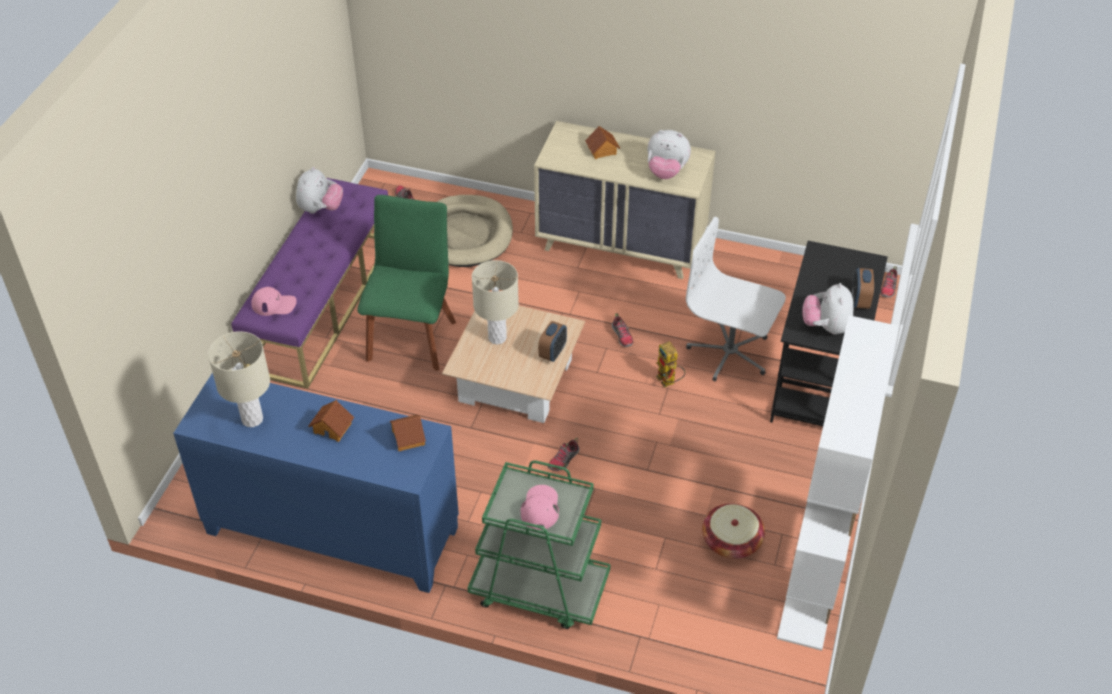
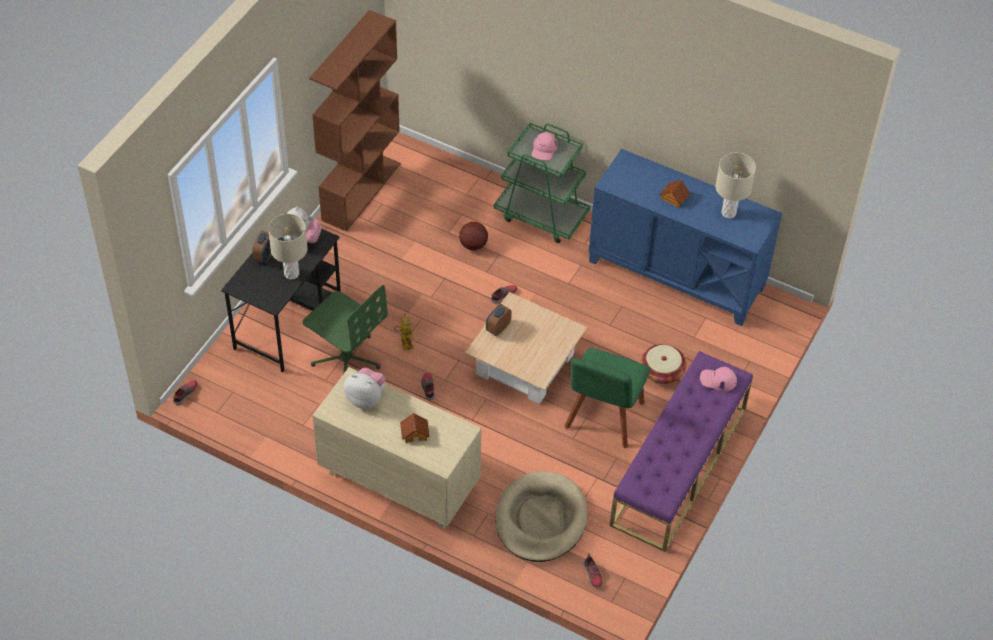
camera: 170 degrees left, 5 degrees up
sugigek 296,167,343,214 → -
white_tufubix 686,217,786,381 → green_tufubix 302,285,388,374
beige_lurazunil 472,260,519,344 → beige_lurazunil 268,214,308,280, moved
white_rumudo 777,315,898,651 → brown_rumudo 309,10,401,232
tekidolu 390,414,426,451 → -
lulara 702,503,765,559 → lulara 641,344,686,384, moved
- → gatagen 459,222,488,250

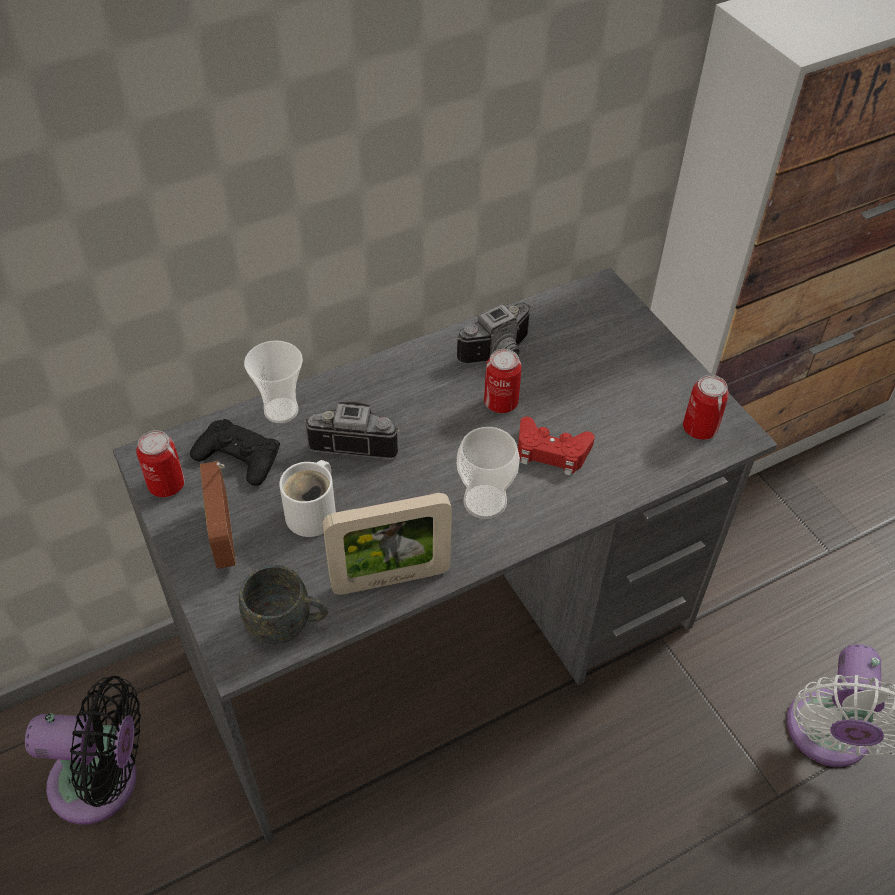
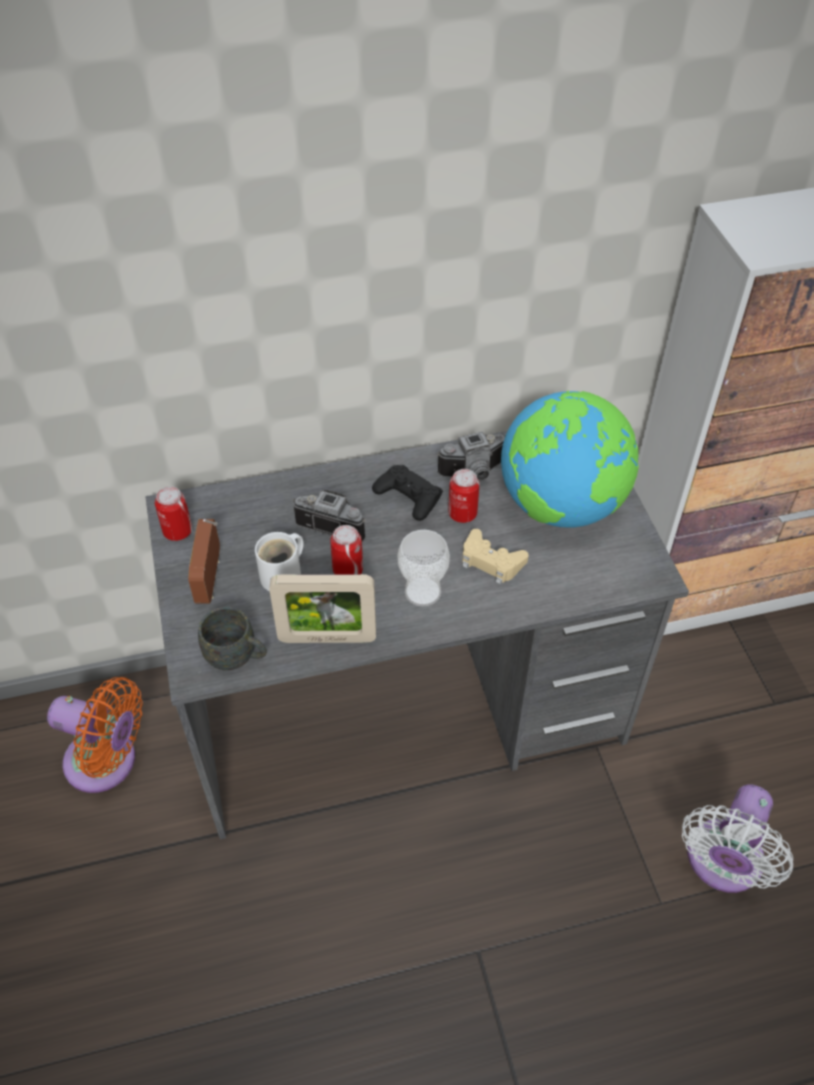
camera: 15 degrees right, 0 degrees up
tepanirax 244,340,303,423 → -
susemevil 683,375,729,440 → susemevil 330,525,363,574, moved
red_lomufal 518,417,595,476 → beige_lomufal 462,529,529,584
black_lomufal 190,419,280,486 → black_lomufal 372,465,443,521, moved
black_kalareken 25,676,141,825 → orange_kalareken 47,677,143,793
- → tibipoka 501,391,639,528

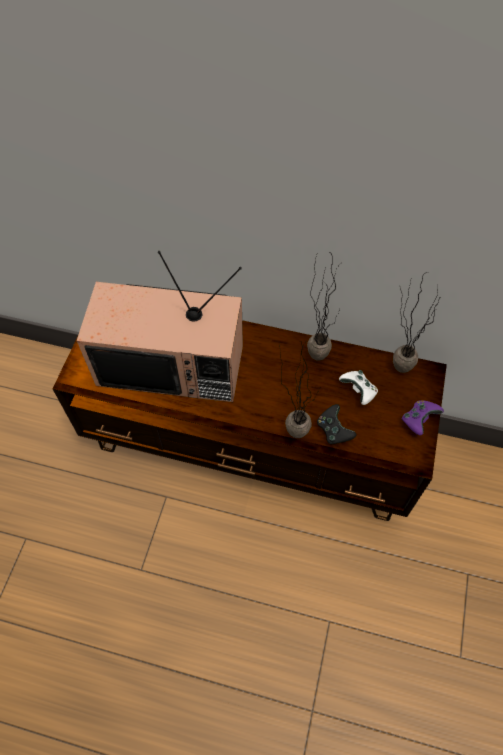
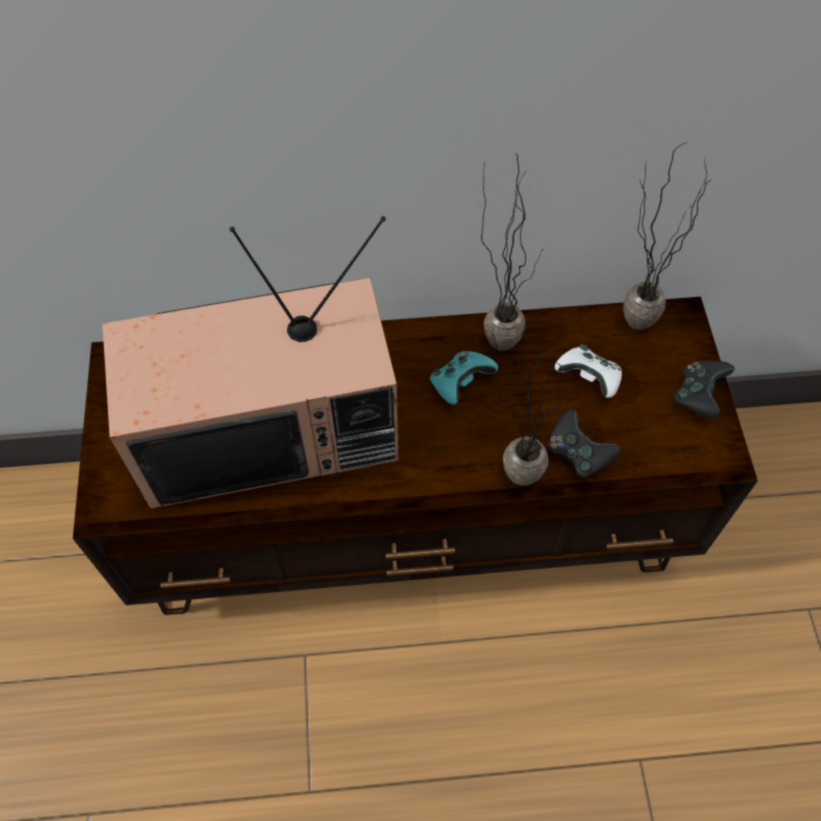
camera: 20 degrees left, 0 degrees up
purple_lomufal 402,400,444,435 → black_lomufal 674,360,735,418
- → turquoise_lomufal 430,351,498,405

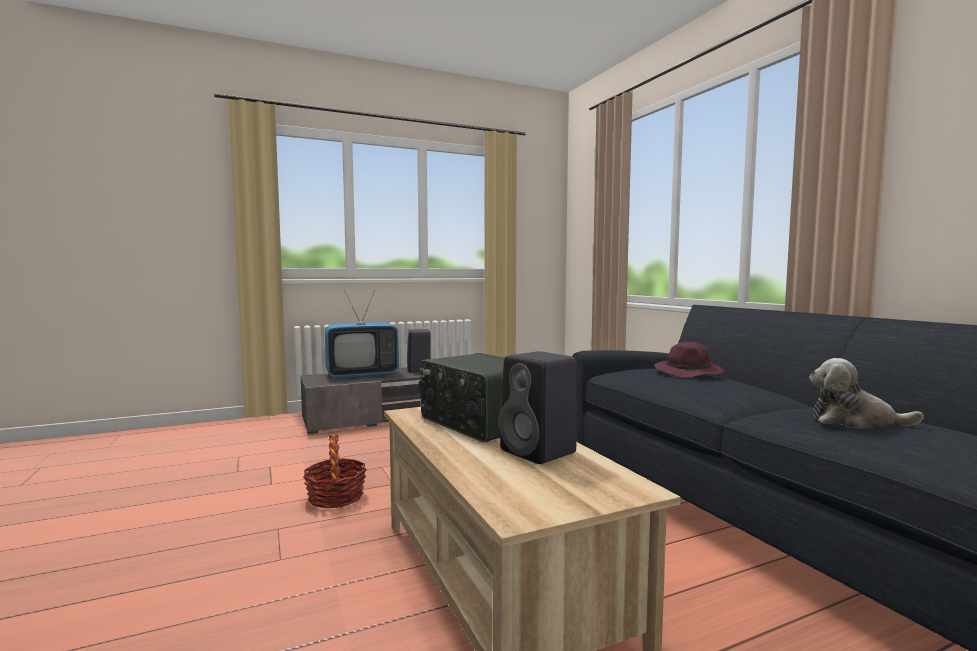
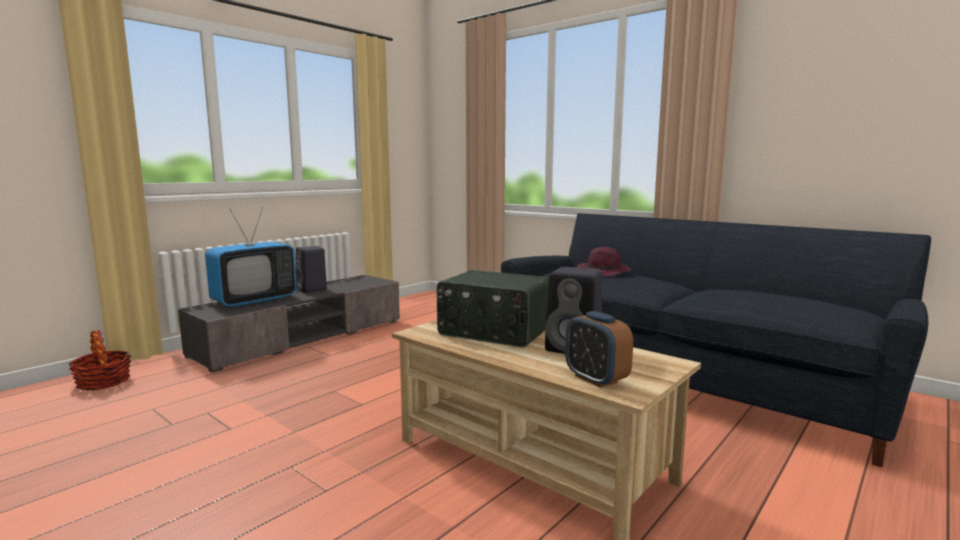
camera: 25 degrees left, 5 degrees up
sugigek 809,358,924,428 → -
lulara 303,434,366,508 → lulara 69,330,132,391, moved
- → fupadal 565,311,633,388

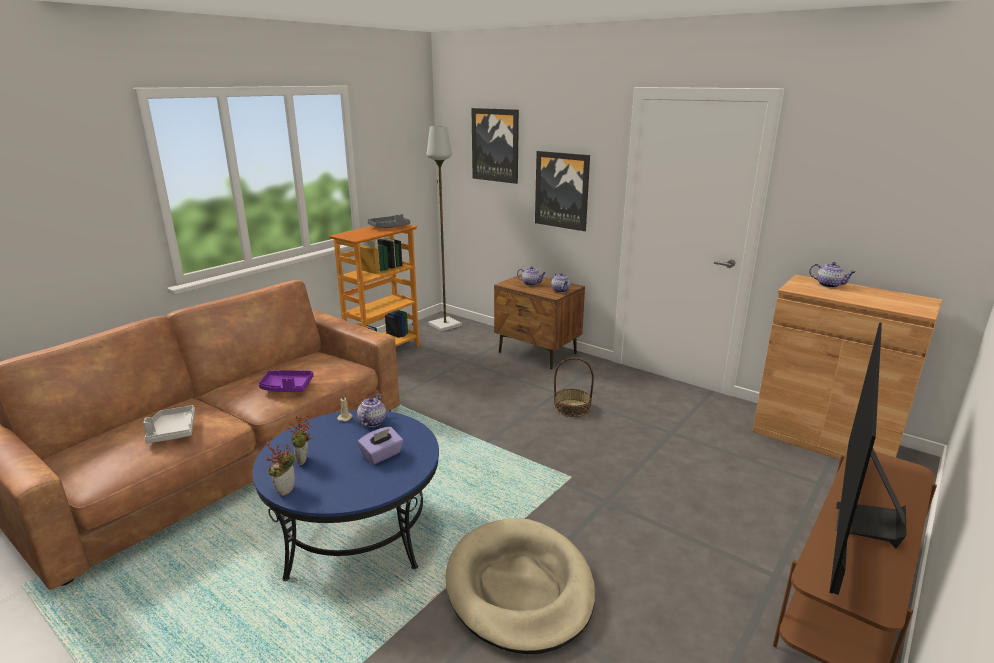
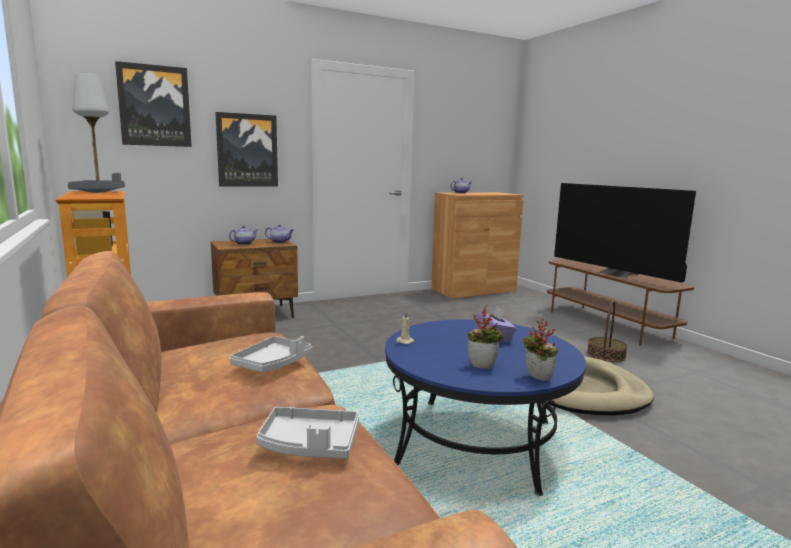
camera: 65 degrees left, 10 degrees down
lulara 554,357,594,417 → lulara 587,300,628,362, moved
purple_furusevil 259,370,314,392 → grey_furusevil 230,336,312,372
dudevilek 357,394,386,427 → -

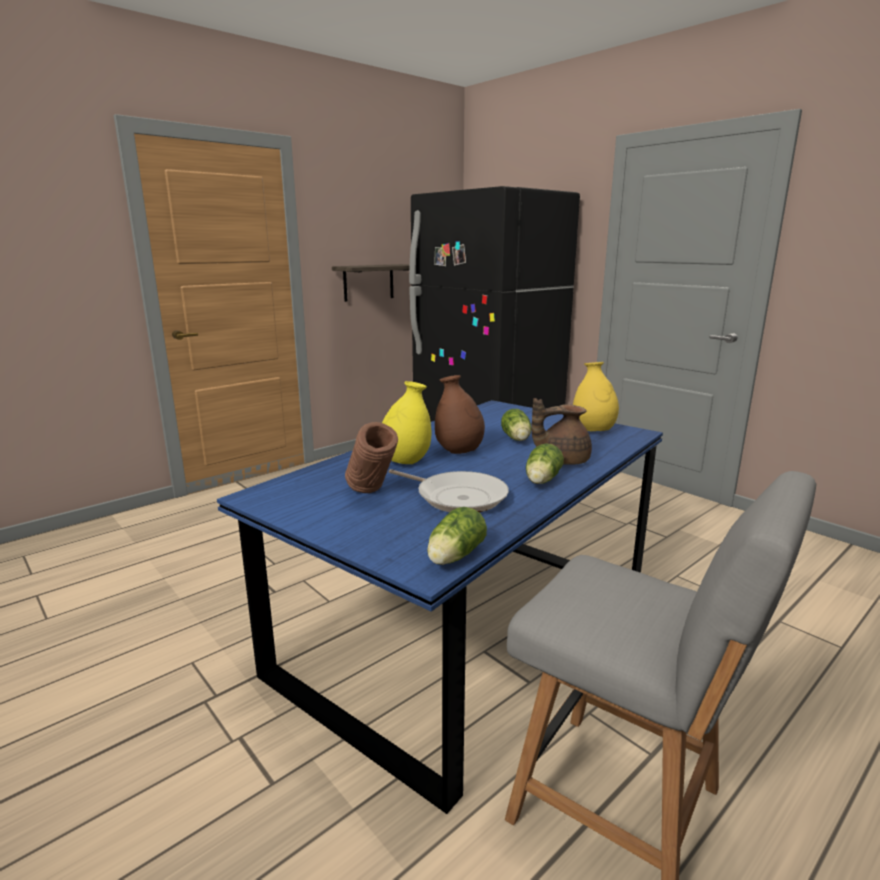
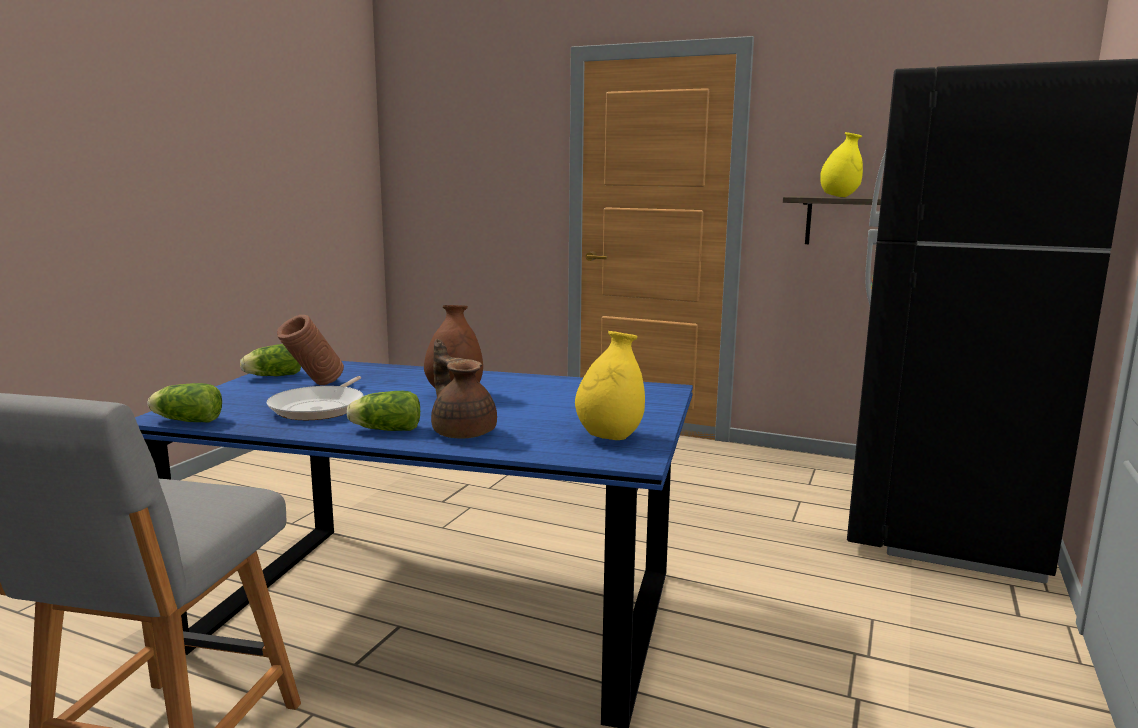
camera: 65 degrees right, 5 degrees down
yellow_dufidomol 382,381,431,464 → yellow_dufidomol 820,132,863,197, moved
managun 501,409,531,441 → managun 240,344,301,376, moved

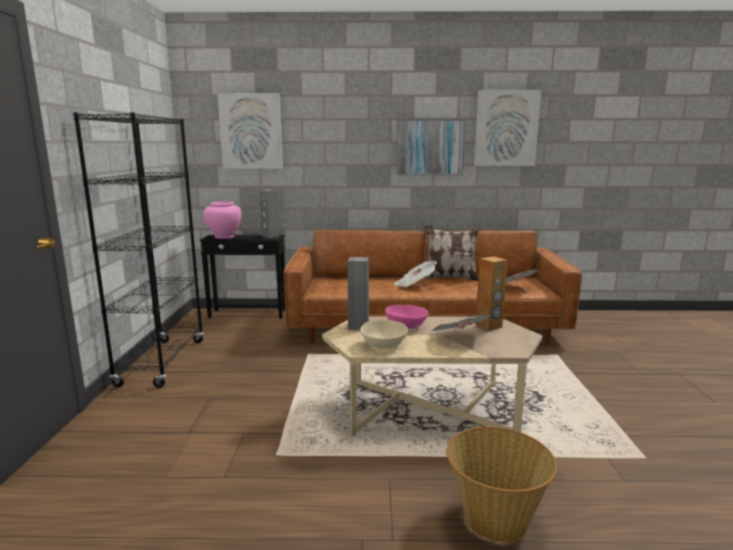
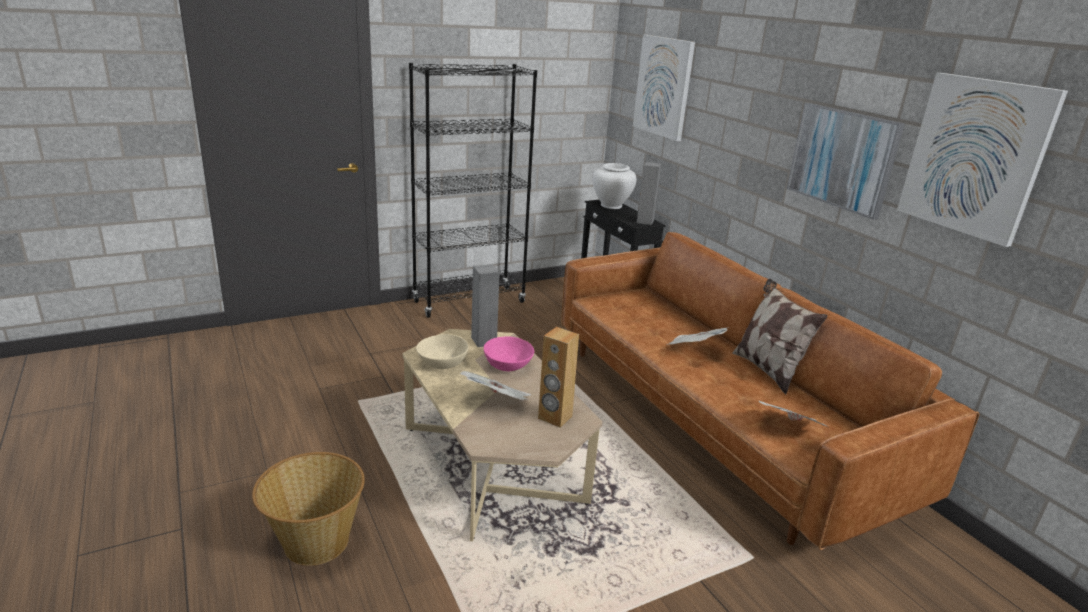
camera: 60 degrees right, 10 degrees up
pink_dufidomol 203,201,242,239 → white_dufidomol 593,163,637,209

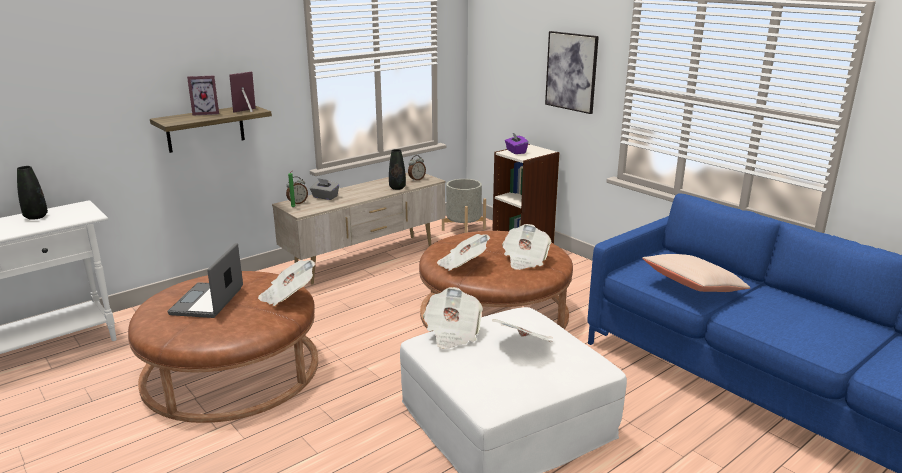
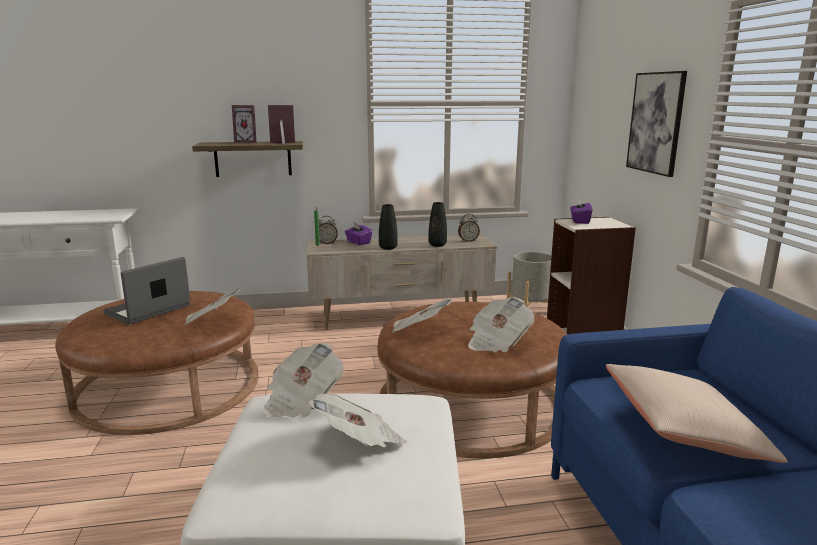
camera: 30 degrees right, 5 degrees down
black_dufidomol 17,166,48,220 → black_dufidomol 379,204,398,250, moved
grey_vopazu 310,178,339,200 → purple_vopazu 345,222,372,245

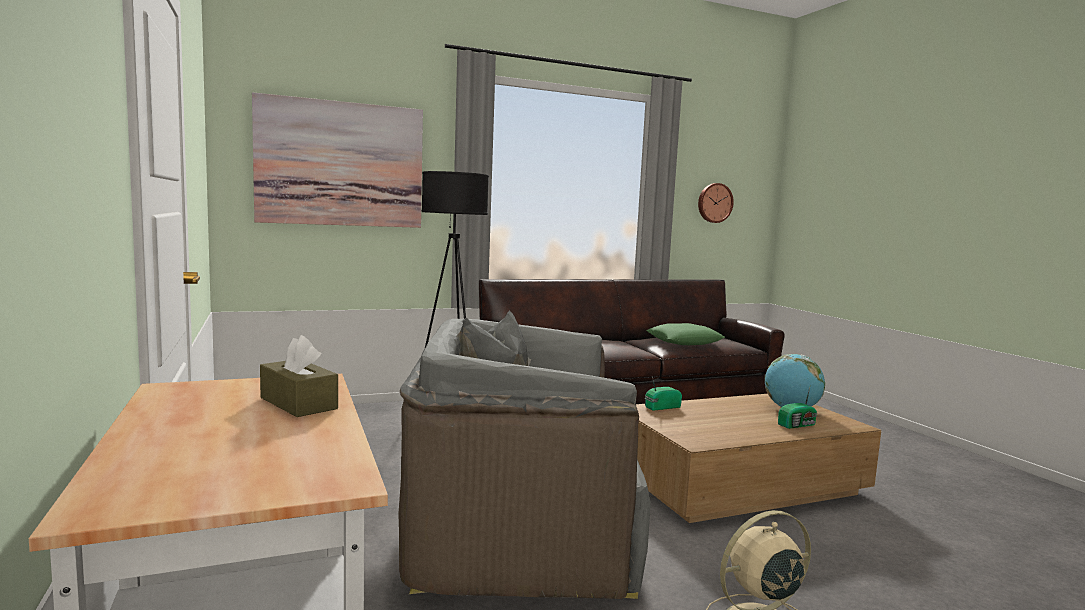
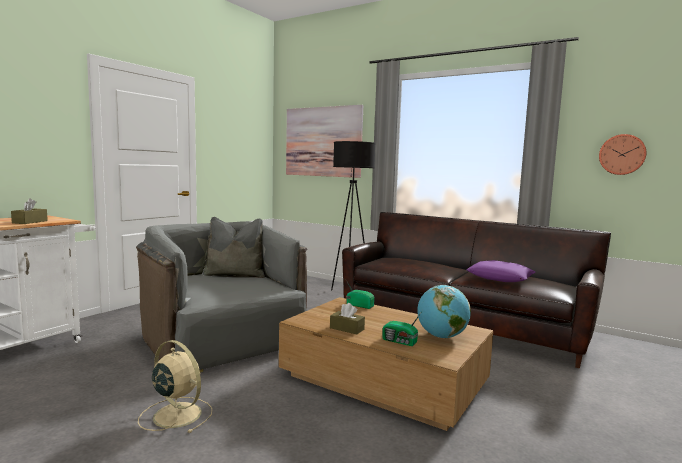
camera: 55 degrees right, 0 degrees up
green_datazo 646,323,725,345 → purple_datazo 466,260,535,282
- → brown_vopazu 330,303,365,334

